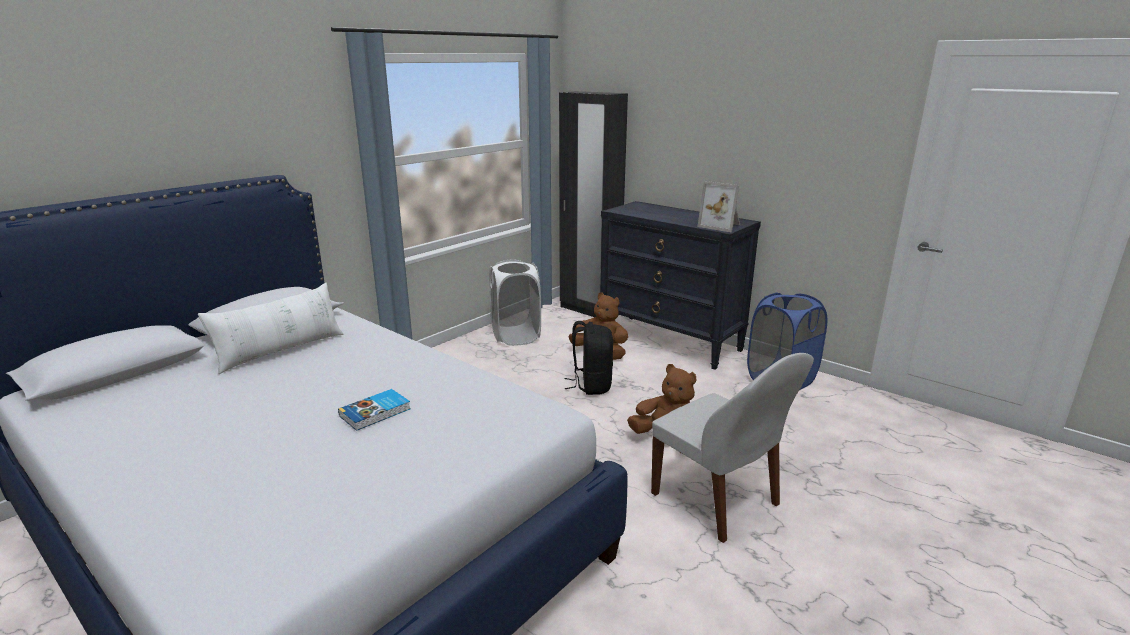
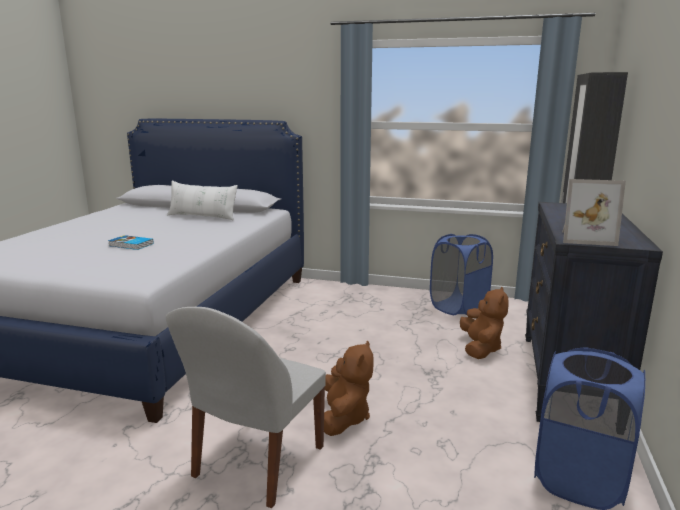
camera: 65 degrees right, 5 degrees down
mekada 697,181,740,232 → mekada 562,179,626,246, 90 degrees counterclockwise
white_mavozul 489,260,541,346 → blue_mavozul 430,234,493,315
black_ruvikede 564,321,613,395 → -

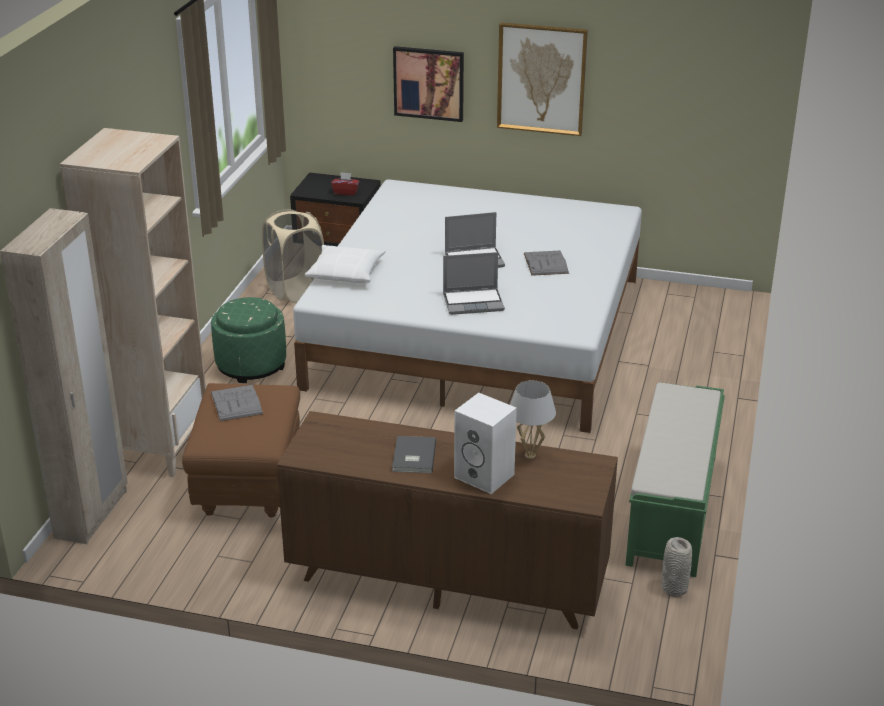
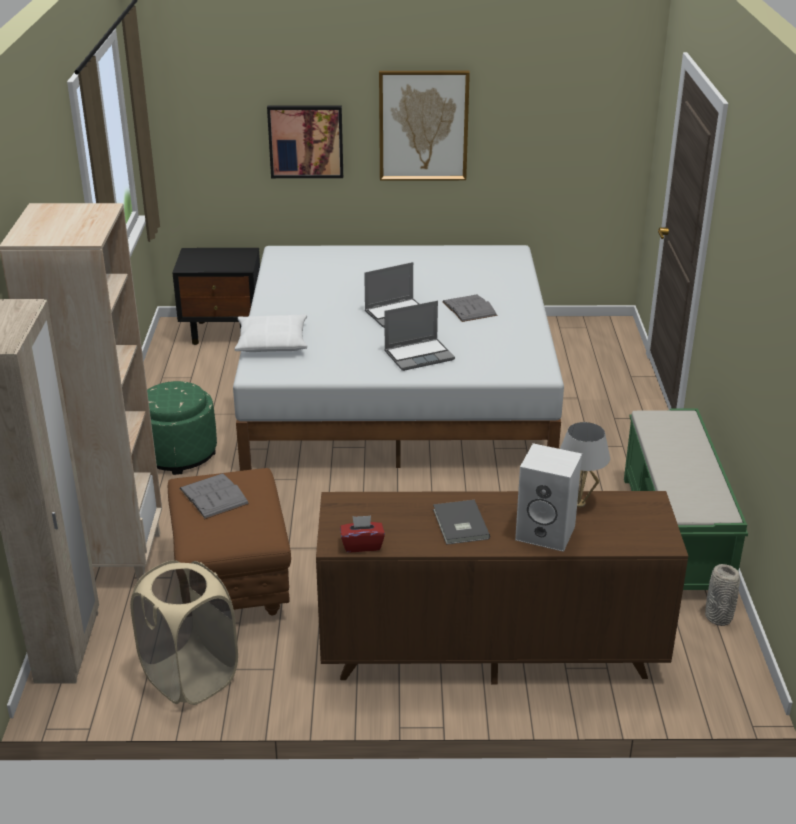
camera: 15 degrees left, 0 degrees up
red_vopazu 331,172,360,195 → red_vopazu 340,516,385,552, moved
beige_mavozul 262,209,324,303 → beige_mavozul 130,560,238,705, moved

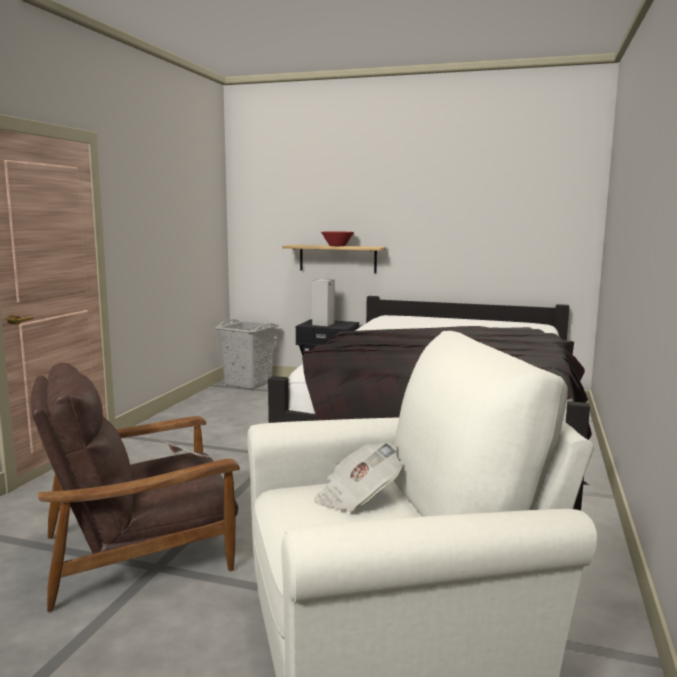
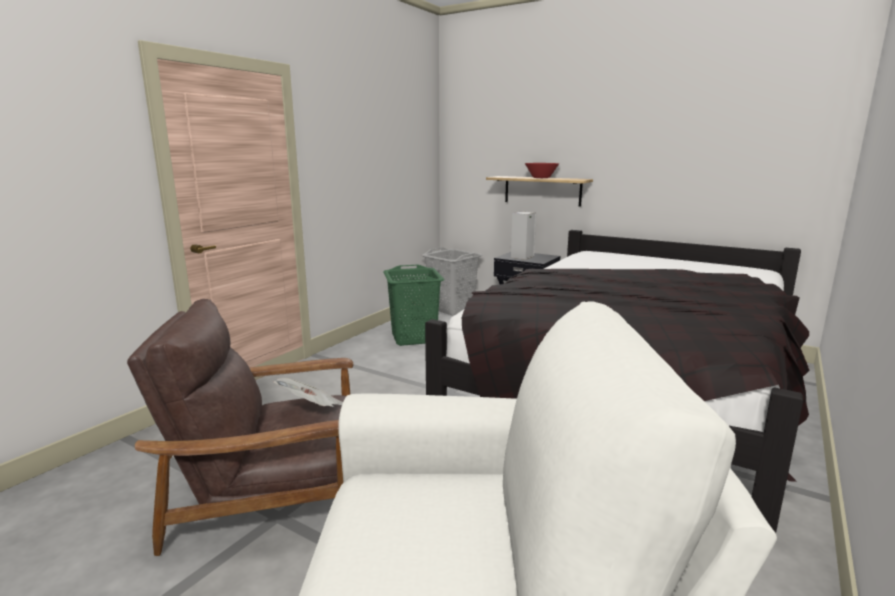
camera: 15 degrees right, 5 degrees up
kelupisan 314,443,402,512 → -
- → green_mavozul 383,265,445,346

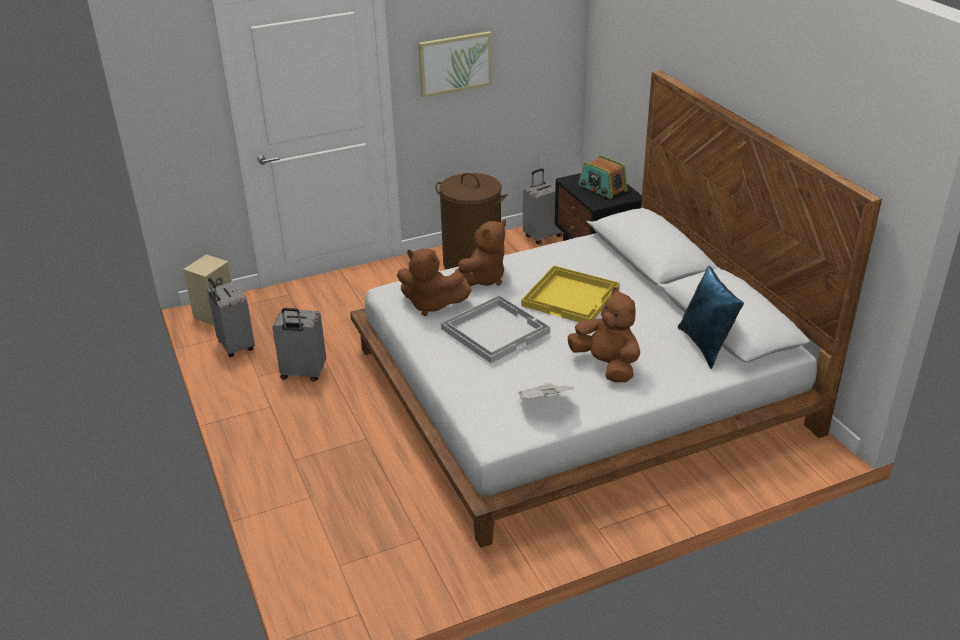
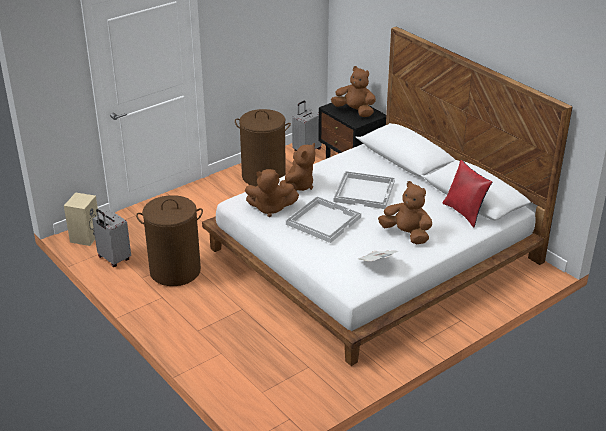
camera: 15 degrees left, 0 degrees up
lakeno 418,31,492,97 → -
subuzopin 579,155,628,199 → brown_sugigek 331,66,376,117
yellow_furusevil 521,266,620,322 → white_furusevil 334,171,395,209
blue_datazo 678,266,744,369 → red_datazo 443,160,492,227
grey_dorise 272,308,326,382 → brown_mavozul 136,195,203,286

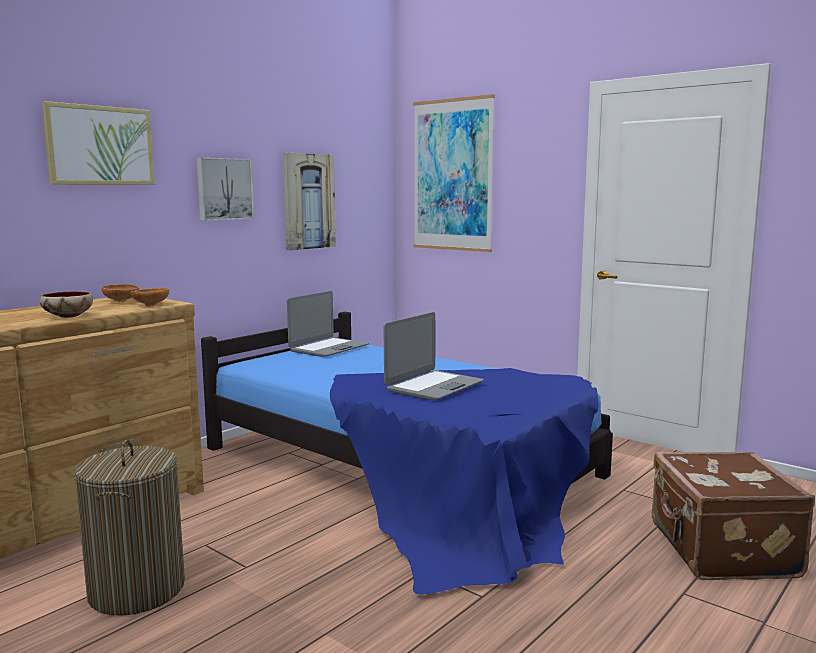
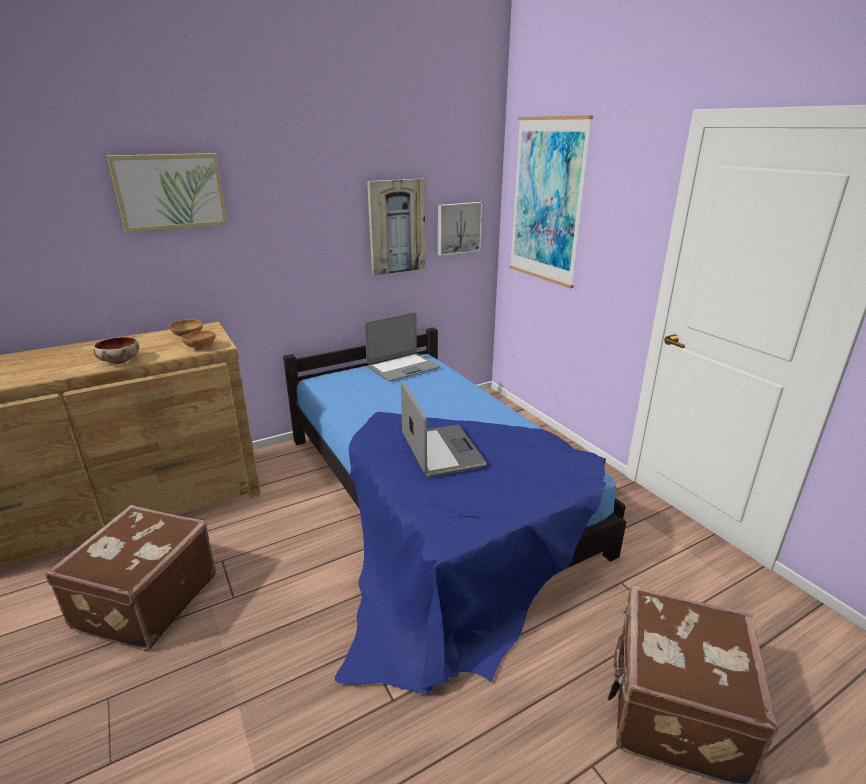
camera: 20 degrees right, 15 degrees up
lakeno 196,157,255,221 → lakeno 438,202,483,256, moved
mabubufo 384,312,484,400 → mabubufo 401,381,487,477, 75 degrees counterclockwise
mavozul 74,440,185,616 → brown_dorise 45,505,216,651

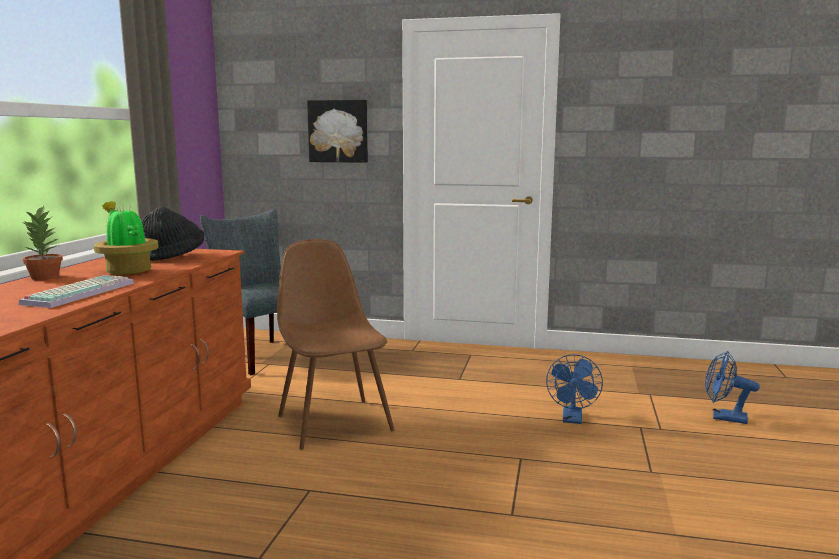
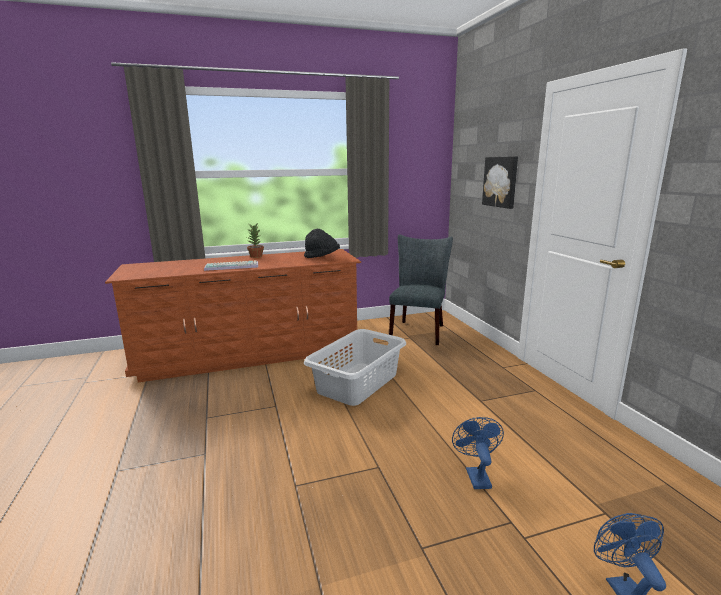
camera: 60 degrees right, 5 degrees up
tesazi 94,201,159,274 → -
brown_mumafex 277,239,395,450 → grey_mavozul 304,329,406,406
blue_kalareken 546,354,603,424 → blue_kalareken 452,417,504,489, 105 degrees clockwise

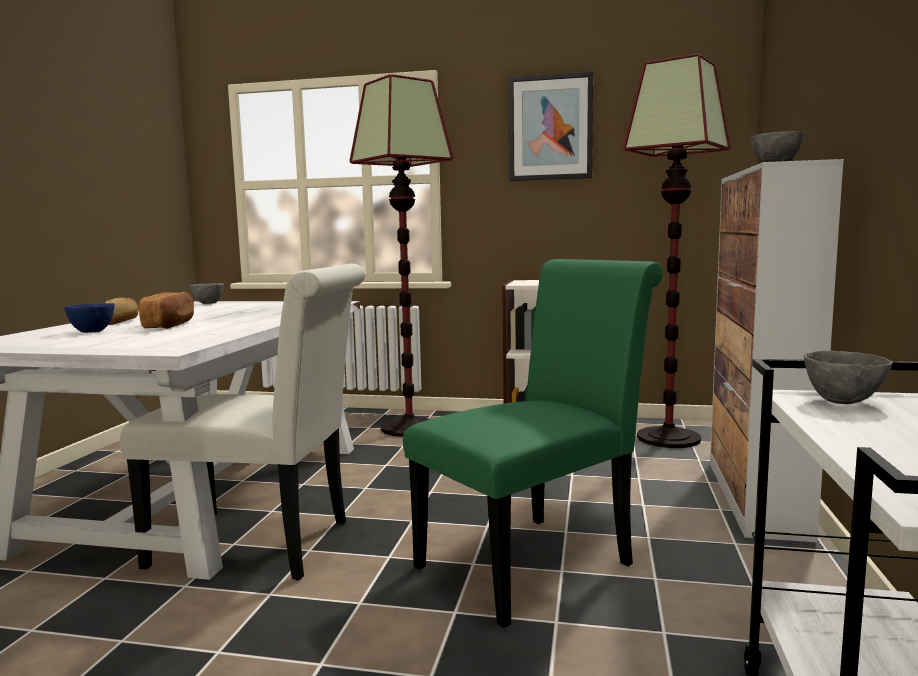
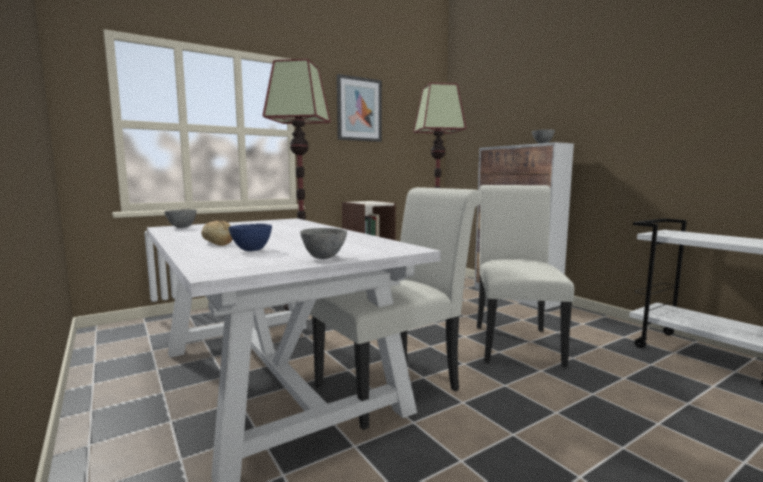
camera: 45 degrees left, 0 degrees up
green_mumafex 403,259,663,628 → white_mumafex 477,185,574,367
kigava 139,292,194,329 → -
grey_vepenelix 804,351,893,404 → grey_vepenelix 300,228,347,259, moved

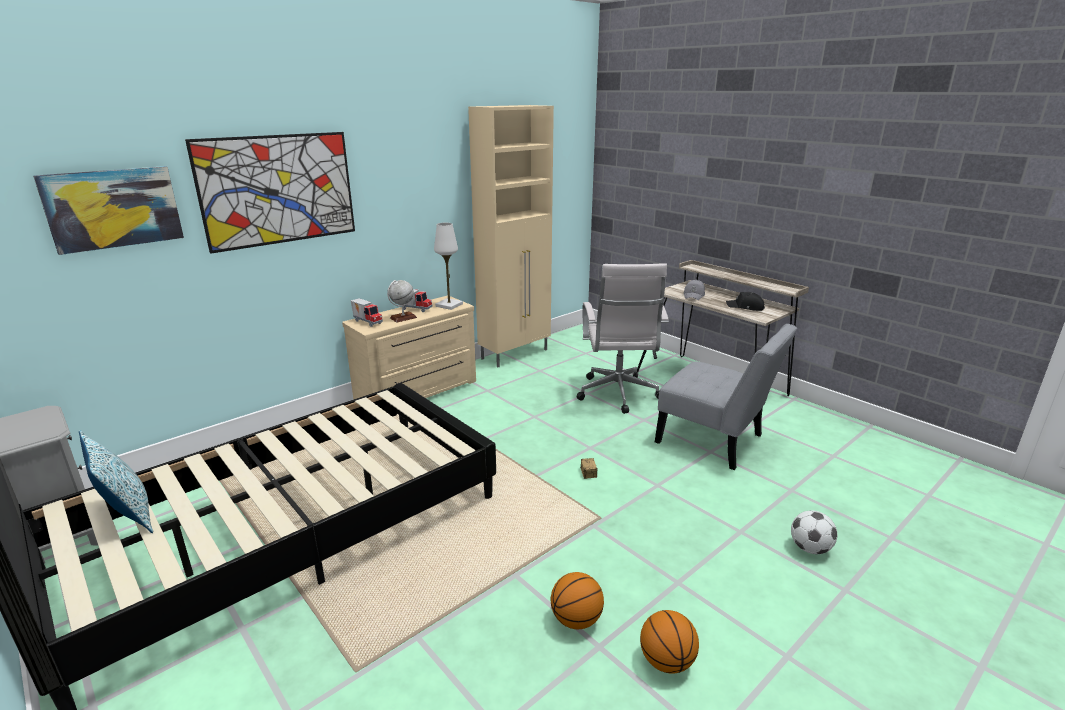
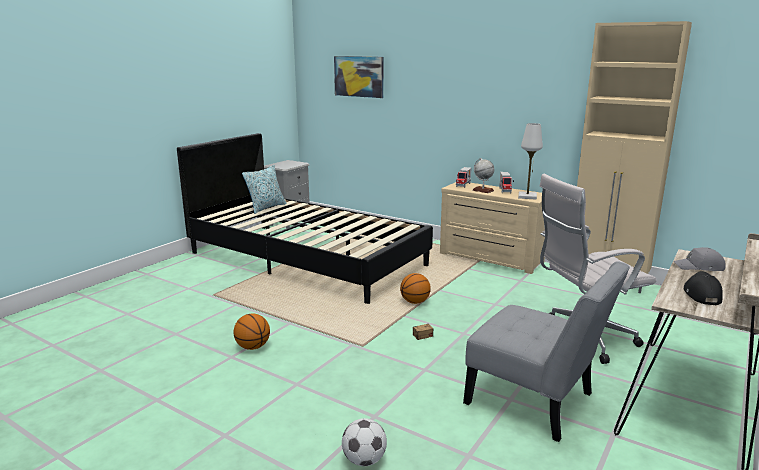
camera: 75 degrees right, 5 degrees down
lakeno 185,132,355,254 → -
grey_mumafex 655,324,797,470 → grey_mumafex 463,261,630,442, 75 degrees counterclockwise
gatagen 640,610,699,674 → gatagen 400,273,431,304, moved

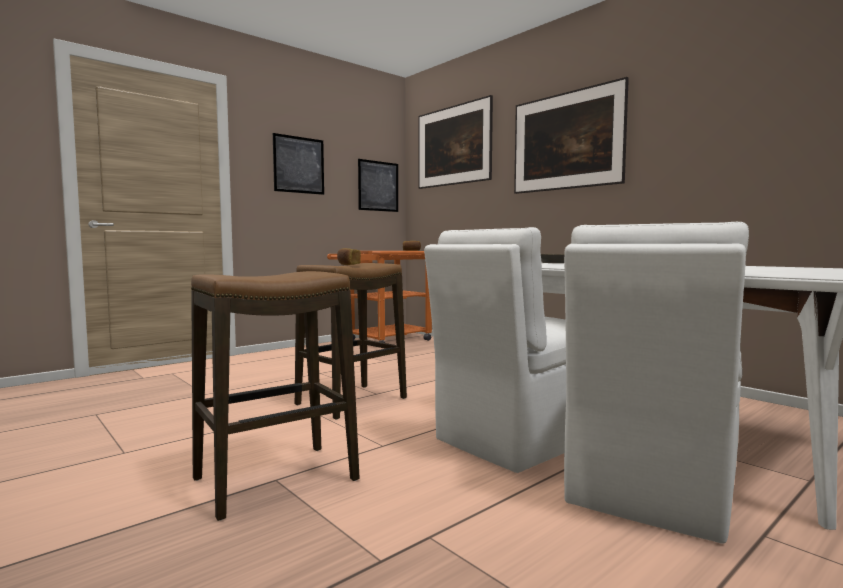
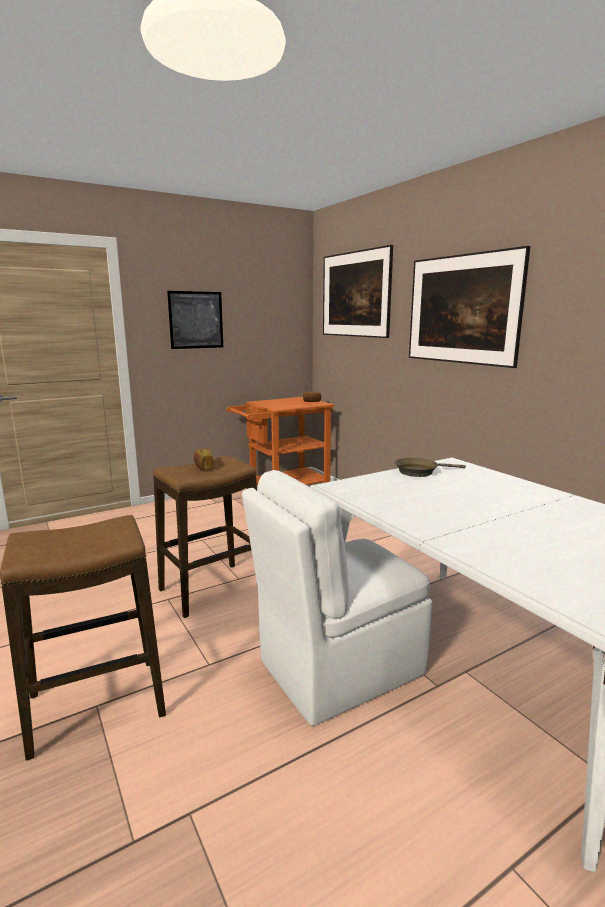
camera: 10 degrees right, 10 degrees up
lakeno 358,159,398,212 → -
white_mumafex 564,222,749,544 → -

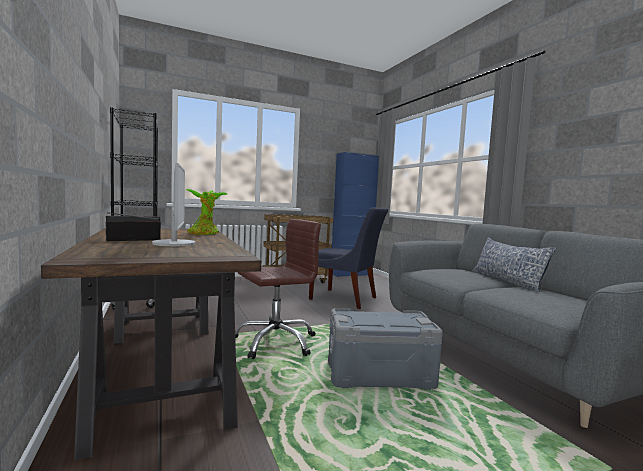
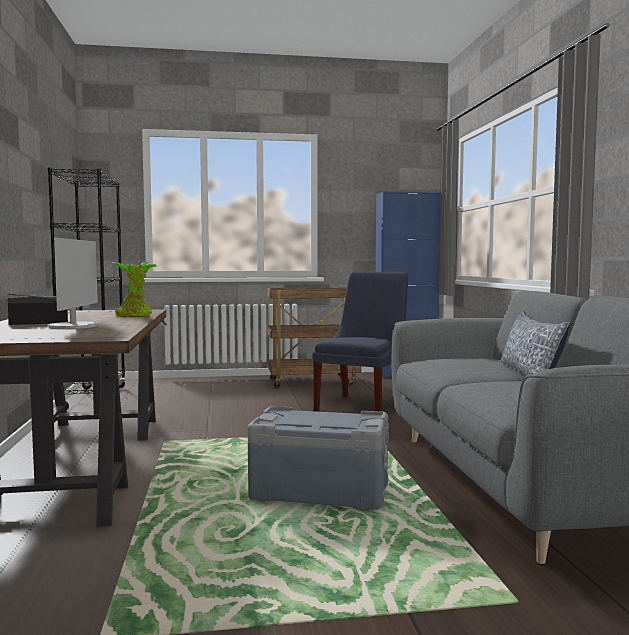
camera: 15 degrees right, 0 degrees up
blue_mumafex 309,208,388,309 → blue_mumafex 312,271,408,412, 105 degrees counterclockwise
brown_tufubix 235,219,321,359 → -

